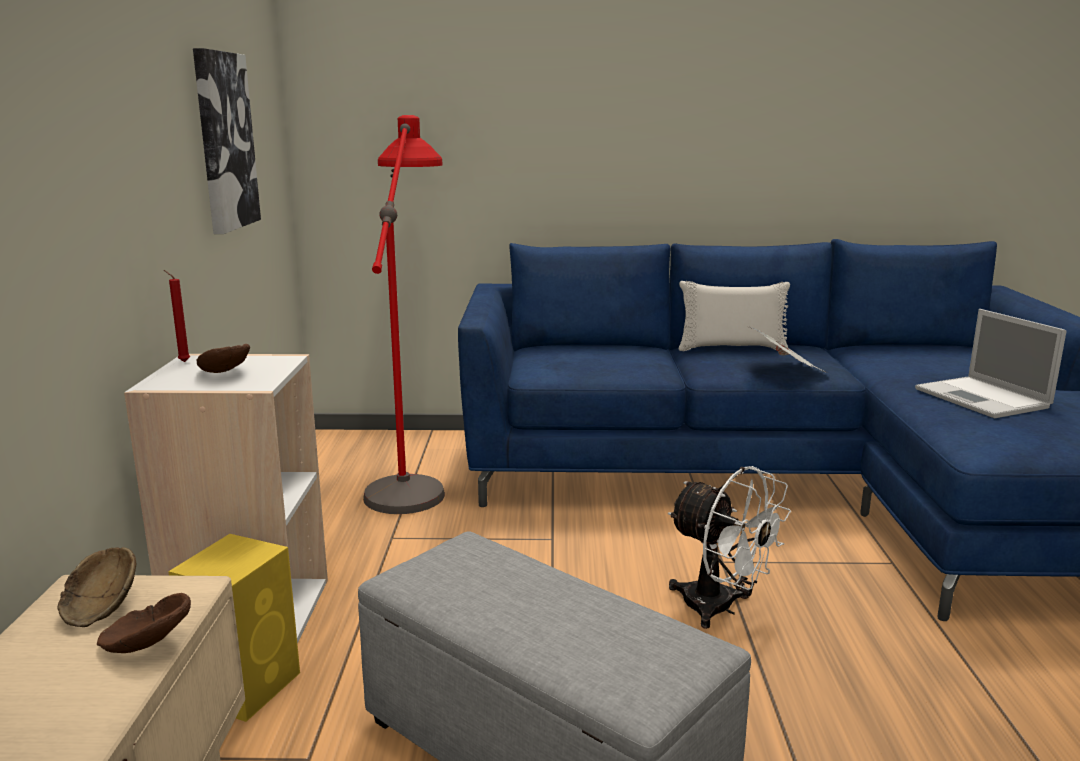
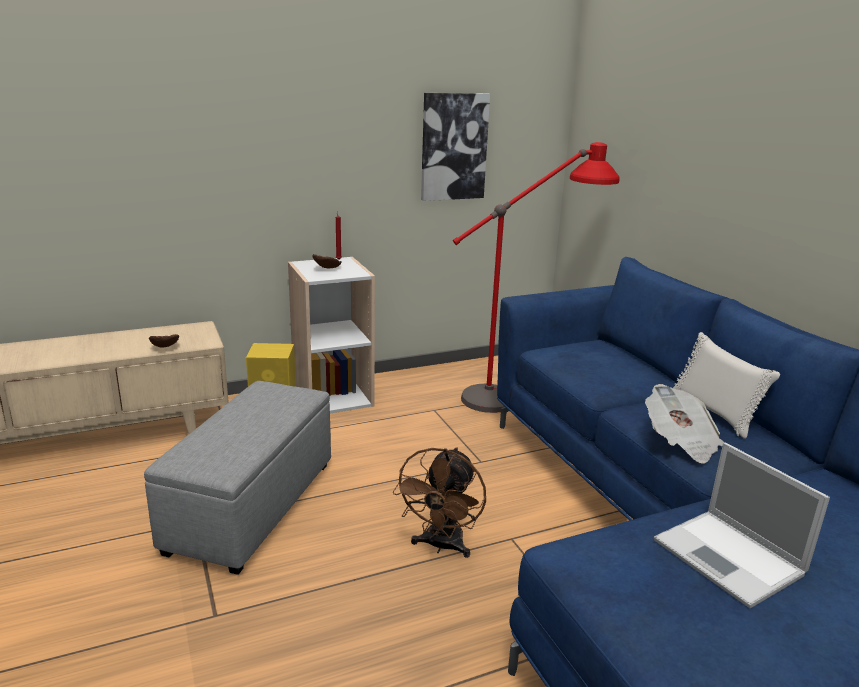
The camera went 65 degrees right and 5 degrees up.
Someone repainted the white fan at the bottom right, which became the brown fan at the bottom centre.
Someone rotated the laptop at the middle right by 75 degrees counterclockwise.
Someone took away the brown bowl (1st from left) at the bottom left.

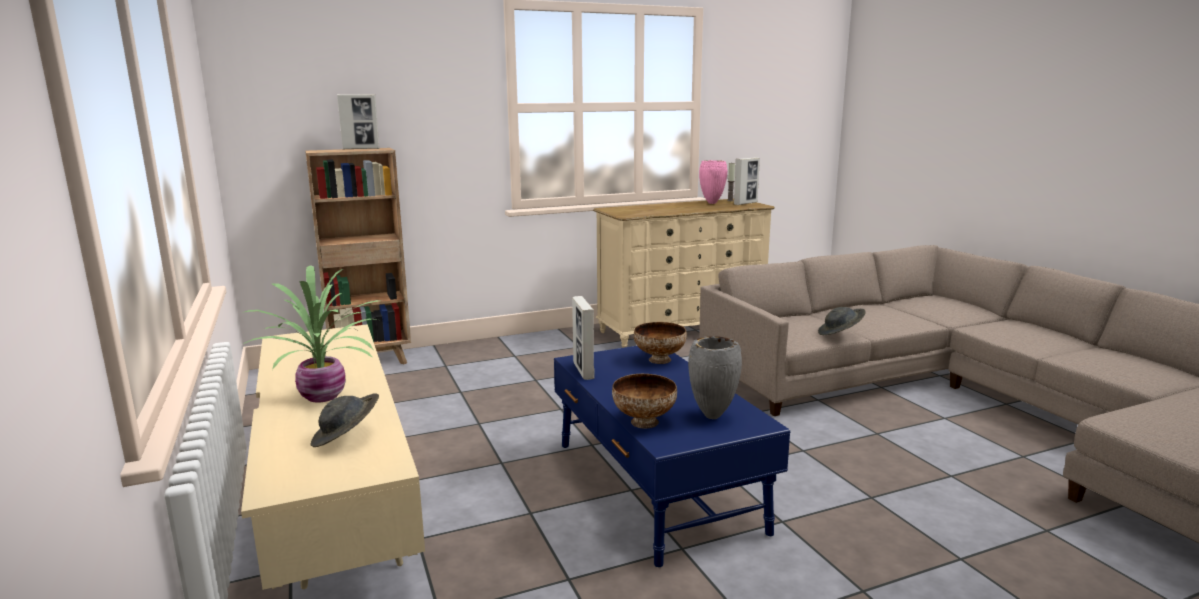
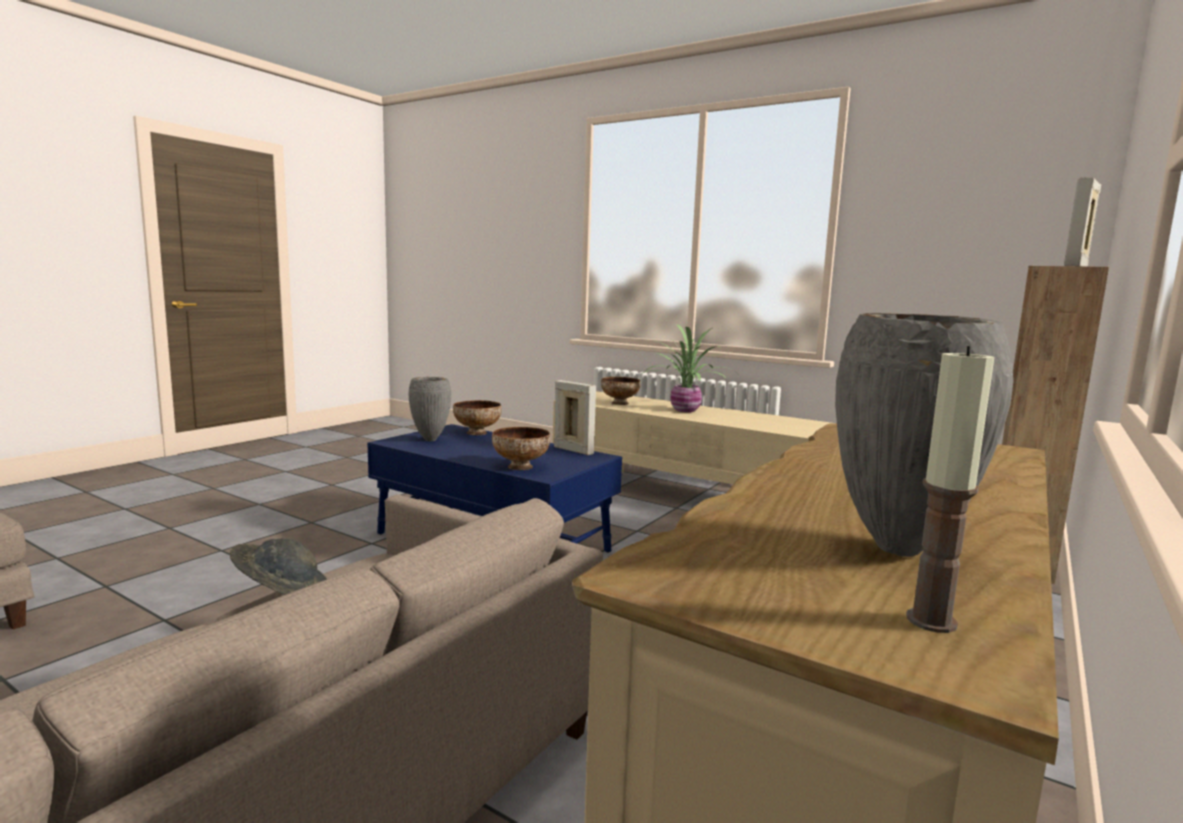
The camera went 145 degrees right and 5 degrees down.
Someone swapped the grey hat (1st from left) at the bottom left for the bowl (3rd from left) at the centre.
Someone repainted the pink vase at the top centre, which became the grey vase (2nd from left) at the middle right.
Someone took away the picture frame (3rd from left) at the top centre.

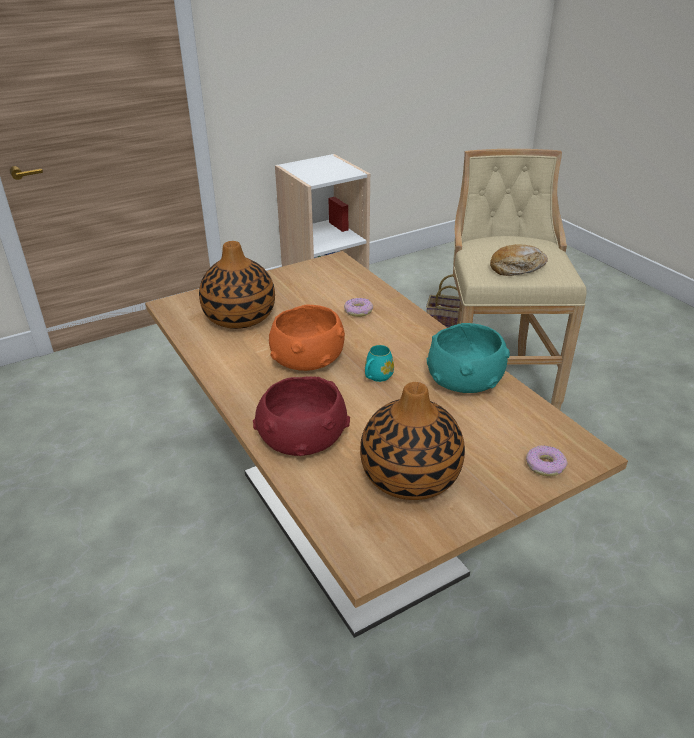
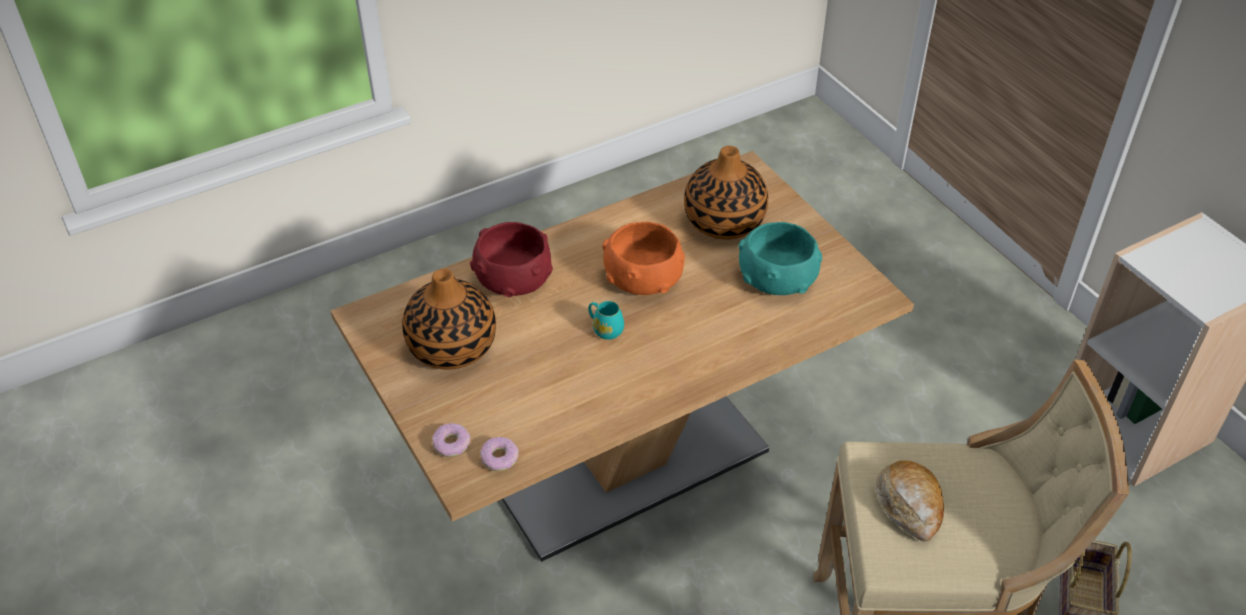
The camera went 90 degrees right and 10 degrees up.
Someone carried the donut (1st from left in the first image) from the centre to the bottom centre.
Someone carried the turquoise bowl from the middle right to the centre.

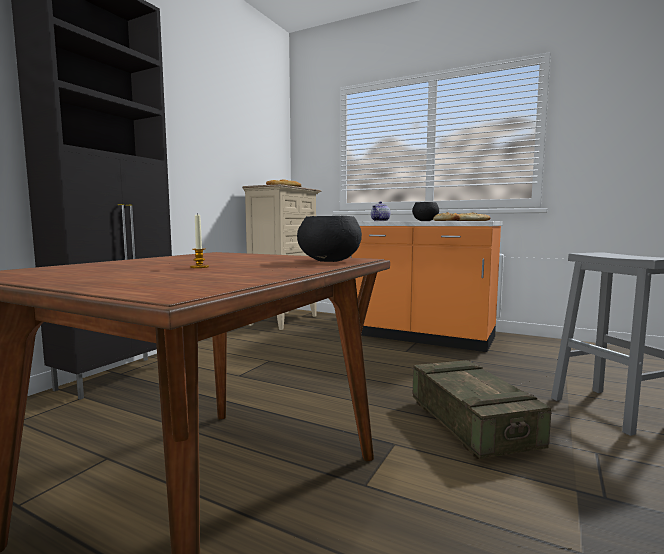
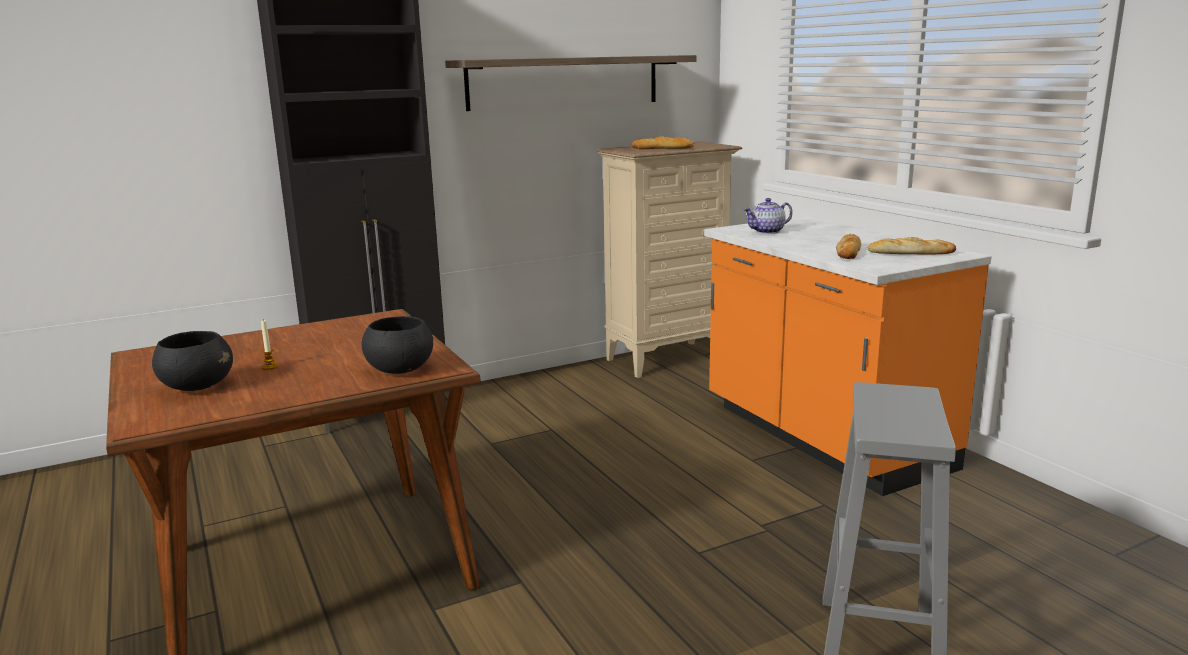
The camera went 35 degrees right and 10 degrees up.
Someone carried the black bowl (2nd from left in the first image) from the centre to the middle left.
Someone put up the shelf at the top centre.
Someone took away the crate at the bottom right.

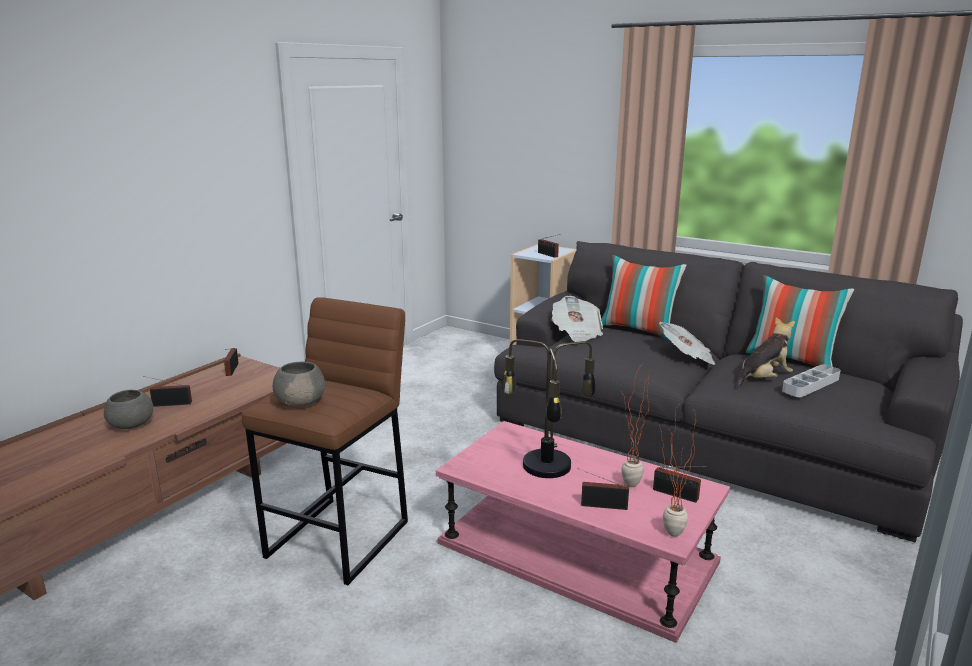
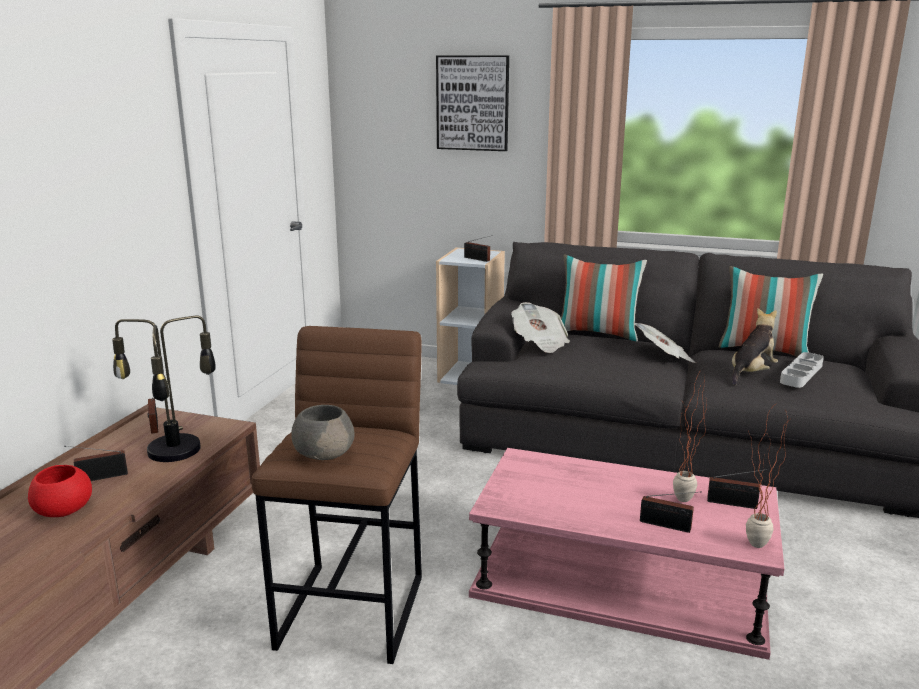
The camera went 15 degrees left and 0 degrees up.
Someone repainted the grey bowl (1st from left) at the middle left, which became the red bowl at the bottom left.
Someone carried the table lamp from the centre to the middle left.
Someone put up the picture at the top centre.
Someone rotated the radio (4th from left) at the bottom centre by 150 degrees counterclockwise.

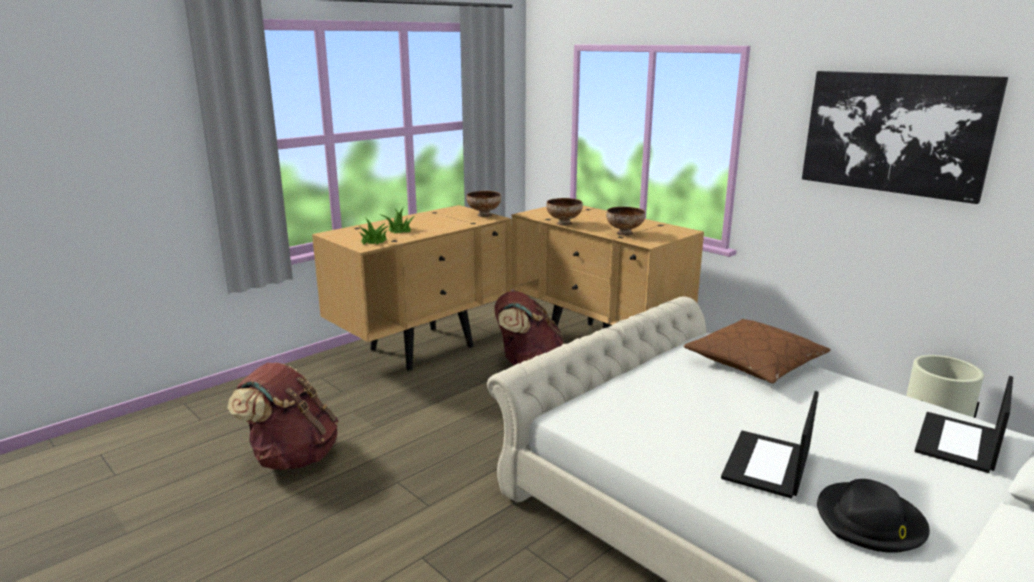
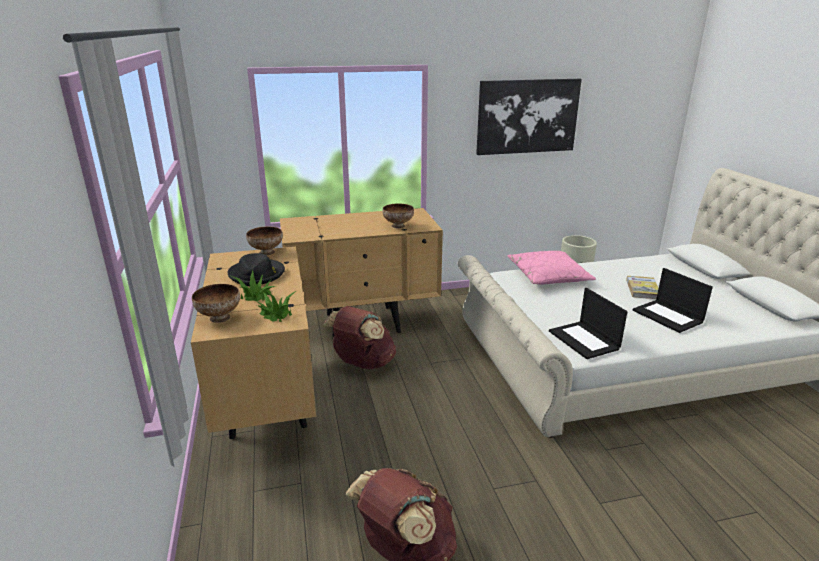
The camera went 60 degrees left and 5 degrees up.
Someone carried the bowl (2nd from left in the first image) from the centre to the middle left.
Someone carried the black hat from the bottom right to the middle left.
Someone repainted the brown pillow at the middle right, which became the pink pillow at the middle right.
Someone carried the laptop (2nd from left in the first image) from the bottom right to the middle right.
Someone put down the book at the middle right.

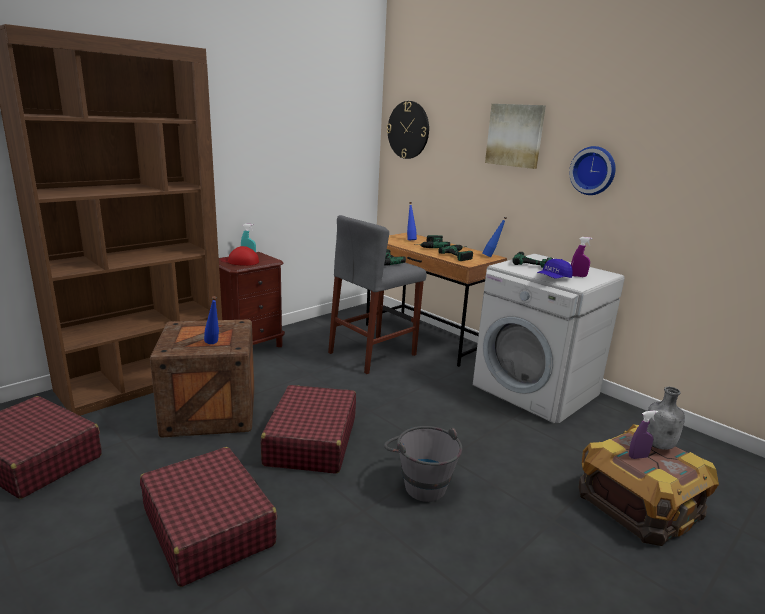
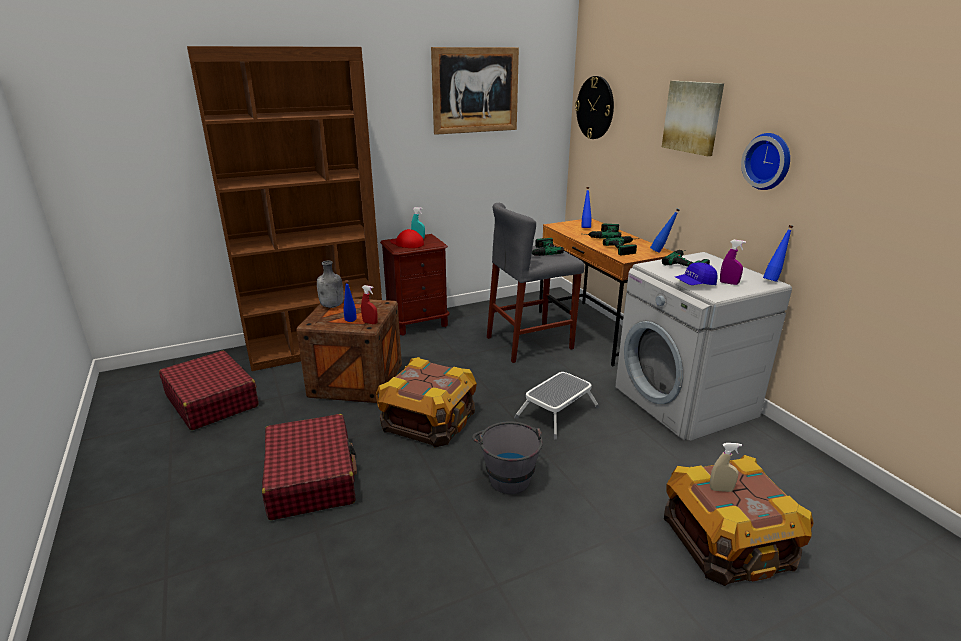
The camera went 20 degrees right and 5 degrees up.
Someone carried the grey bottle from the bottom right to the centre.
Someone put down the red spray bottle at the centre.
Someone swapped the red suitcase (3rd from left) at the bottom centre for the crate (2nd from left) at the centre.
Someone put up the picture (1st from left) at the top centre.
Someone put down the grey step ladder at the centre.
Someone repainted the purple spray bottle (2nd from left) at the bottom right, which became the beige spray bottle at the bottom right.
Someone put down the blue bottle (4th from left) at the middle right.

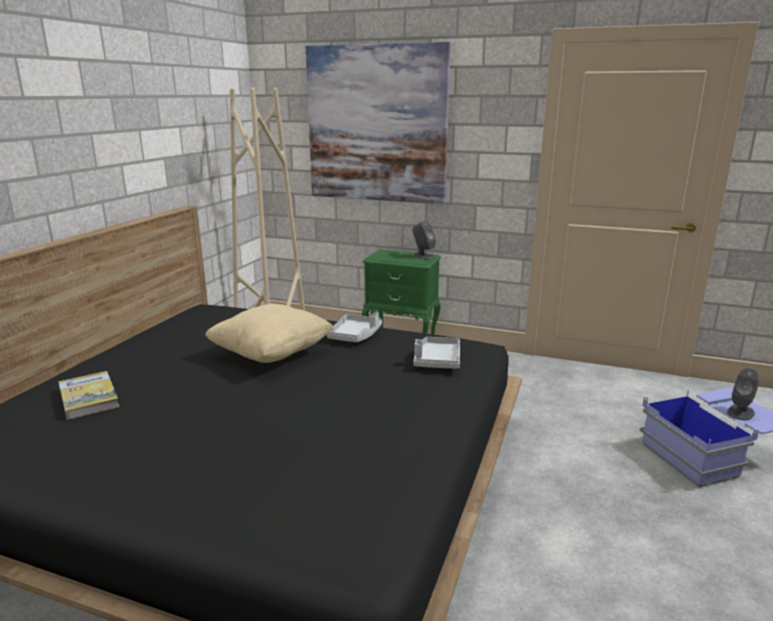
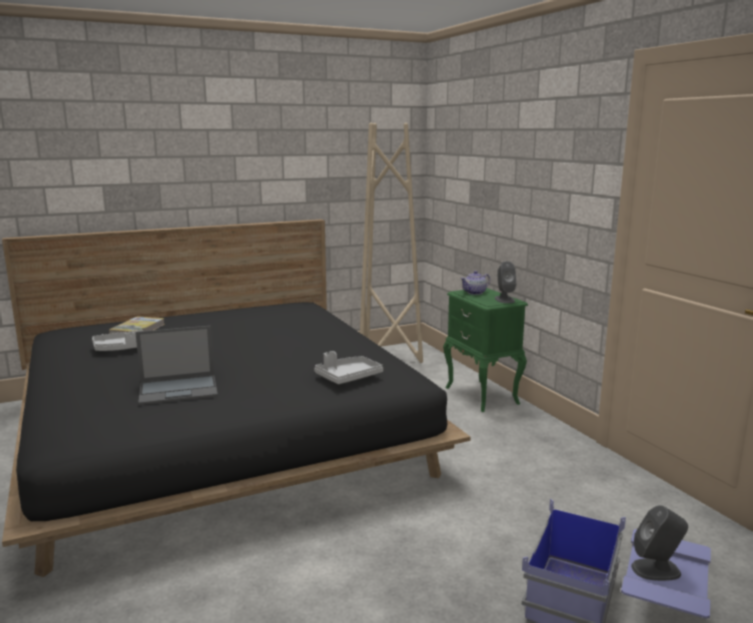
The camera went 45 degrees right and 5 degrees down.
Someone carried the grey tray (1st from left) from the centre to the middle left.
Someone put down the laptop at the middle left.
Someone put down the teapot at the centre.
Someone took away the beige pillow at the centre.
Someone took away the picture at the top centre.

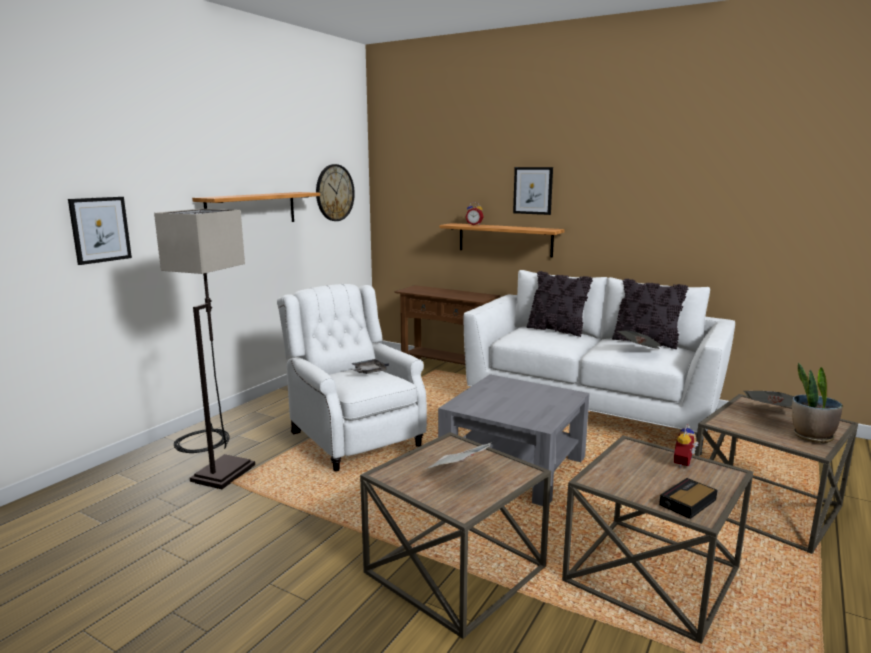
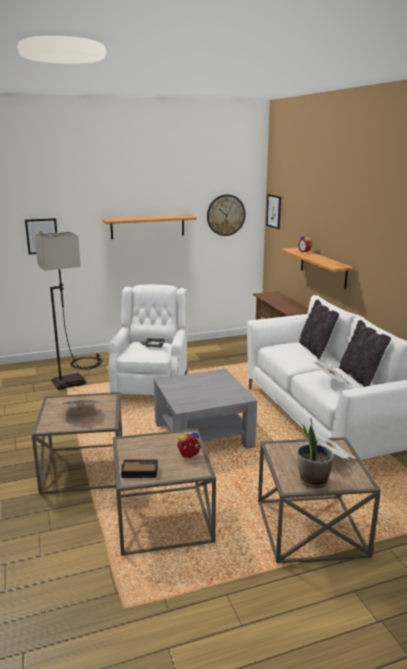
The camera went 40 degrees right and 5 degrees up.
Someone carried the picture (2nd from left) from the top centre to the top right.

